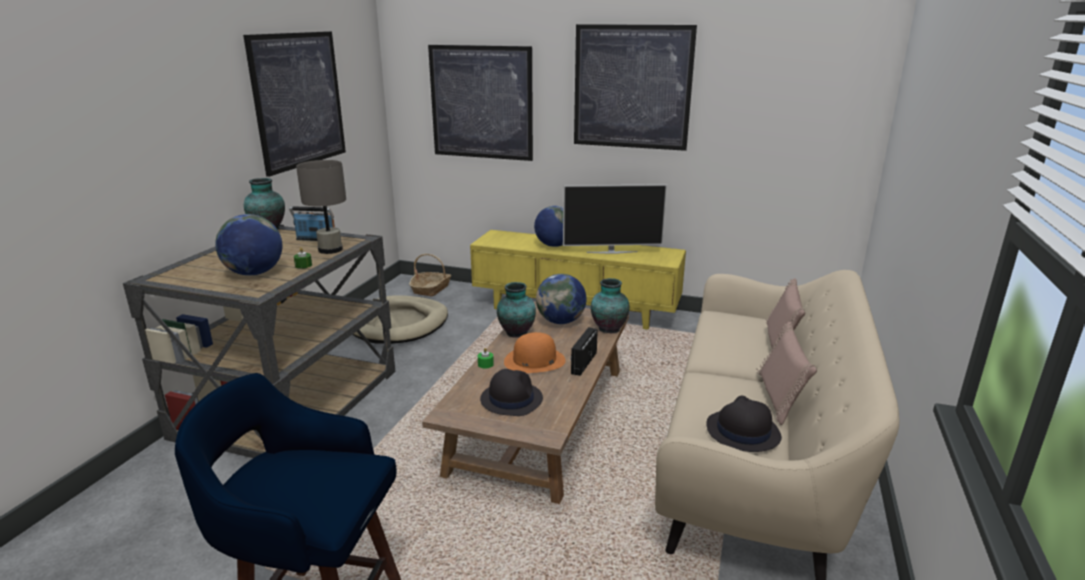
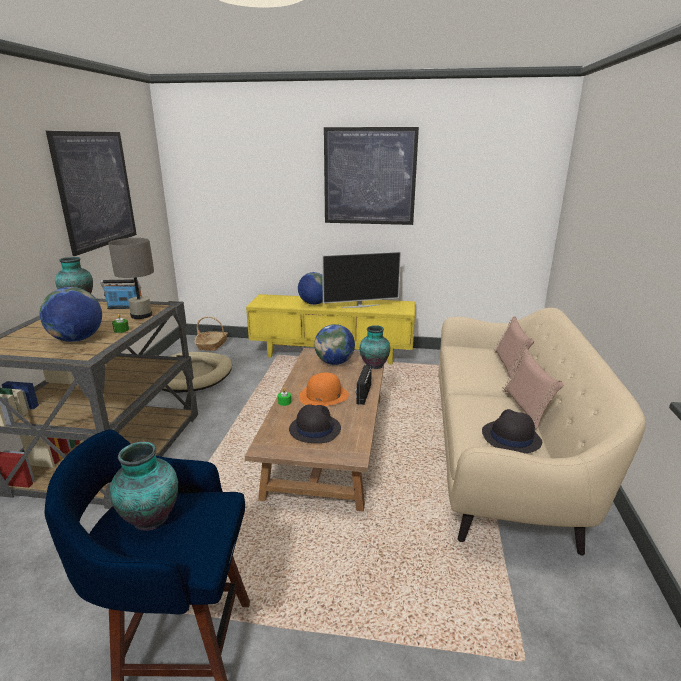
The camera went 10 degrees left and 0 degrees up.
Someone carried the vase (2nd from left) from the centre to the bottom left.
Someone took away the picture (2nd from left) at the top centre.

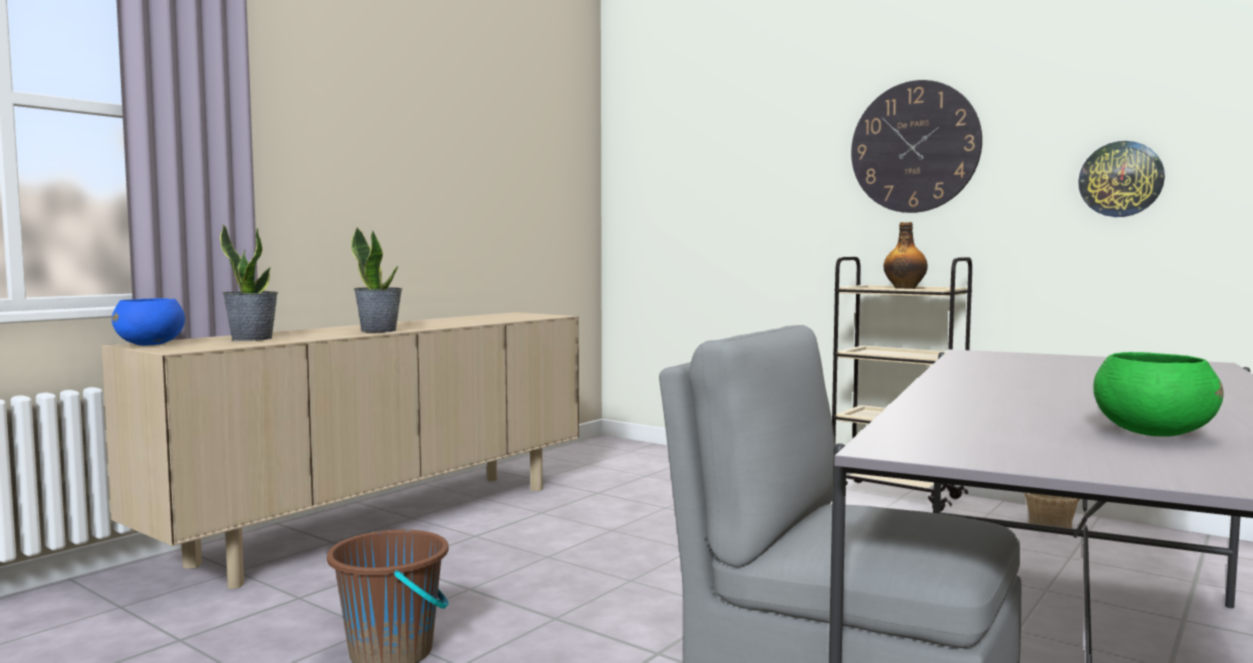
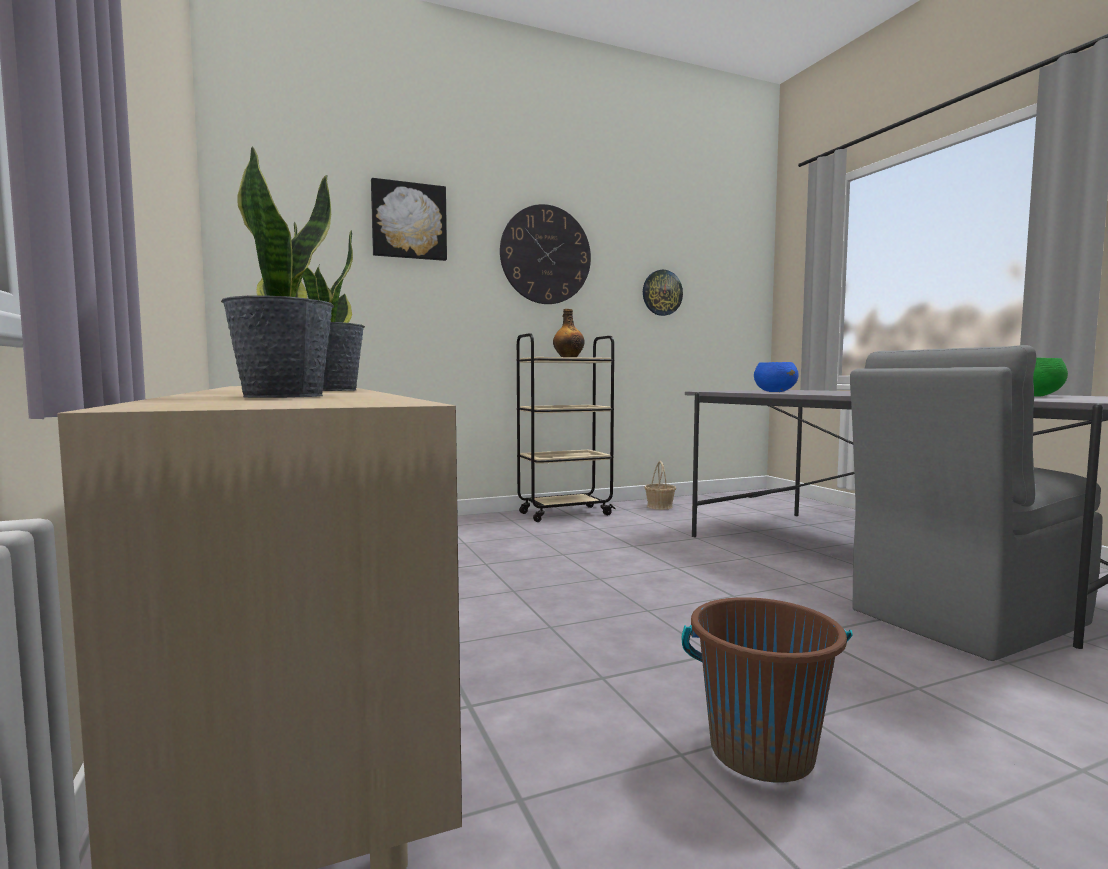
The camera went 60 degrees left and 0 degrees up.
Someone put up the picture at the top centre.
Someone carried the blue bowl from the middle left to the middle right.

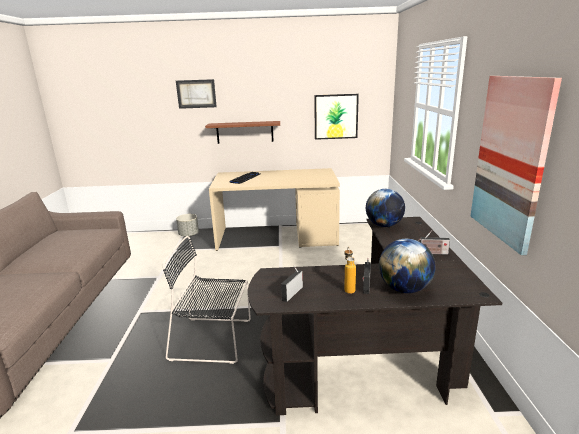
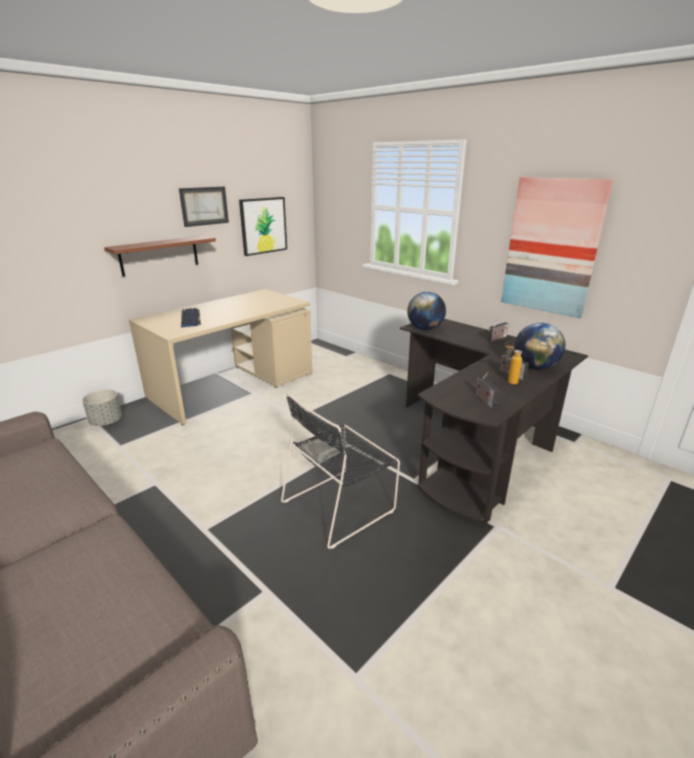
The camera went 45 degrees left and 5 degrees up.
Someone carried the picture (1st from left) from the top centre to the top left.

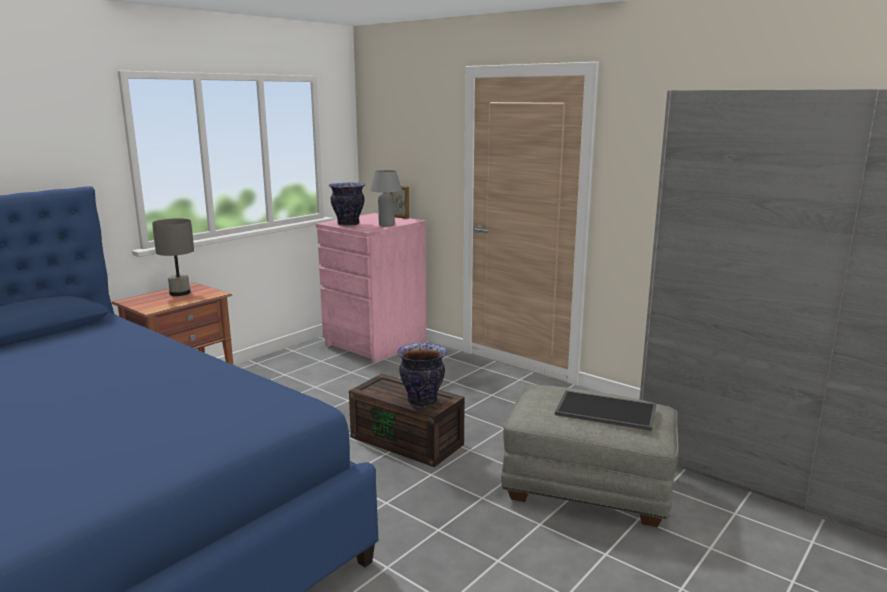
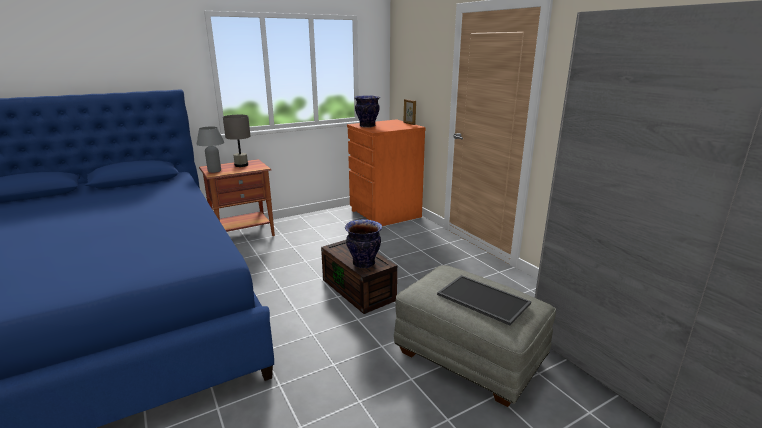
The camera went 20 degrees right and 5 degrees up.
Someone carried the grey table lamp (2nd from left in the first image) from the centre to the middle left.
Someone repainted the pink dresser at the centre, which became the orange dresser at the centre.

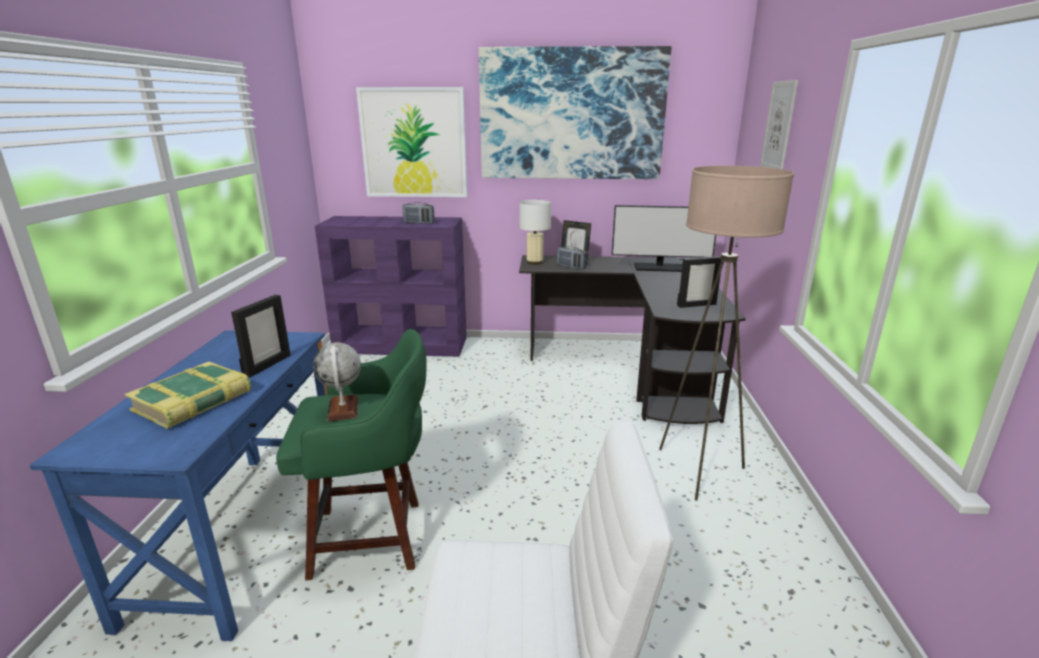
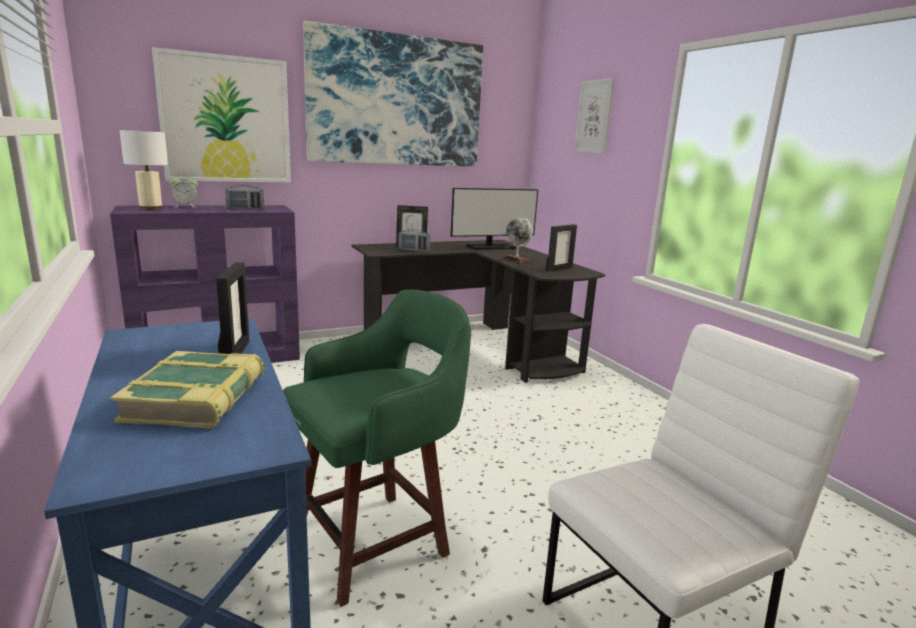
The camera went 30 degrees left and 5 degrees down.
Someone carried the white table lamp from the centre to the top left.
Someone put down the alarm clock at the top left.
Someone carried the globe from the middle left to the centre.
Someone took away the beige floor lamp at the middle right.

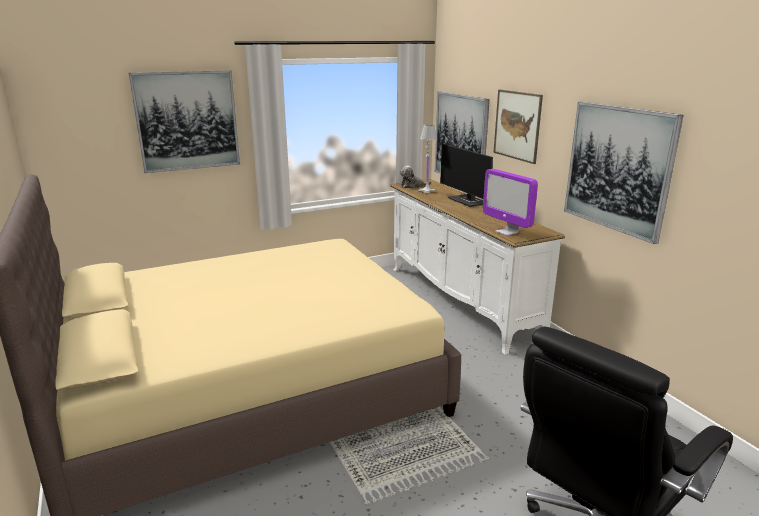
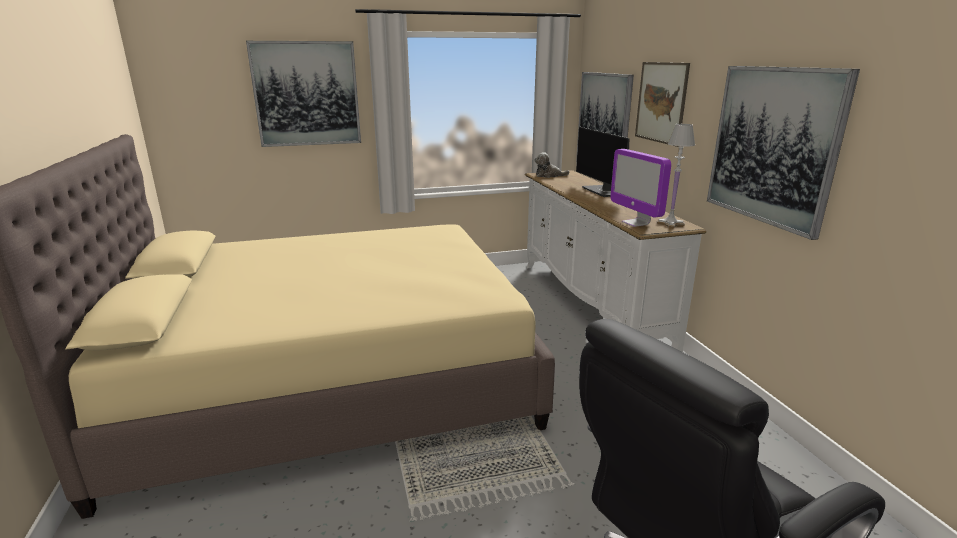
The camera went 10 degrees right and 0 degrees up.
Someone carried the white table lamp from the top centre to the top right.

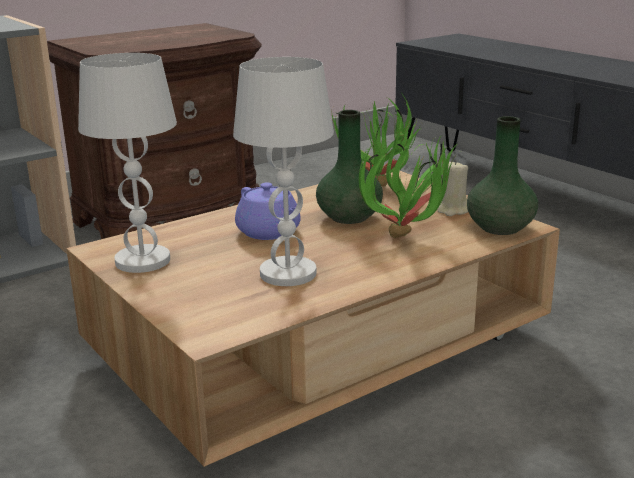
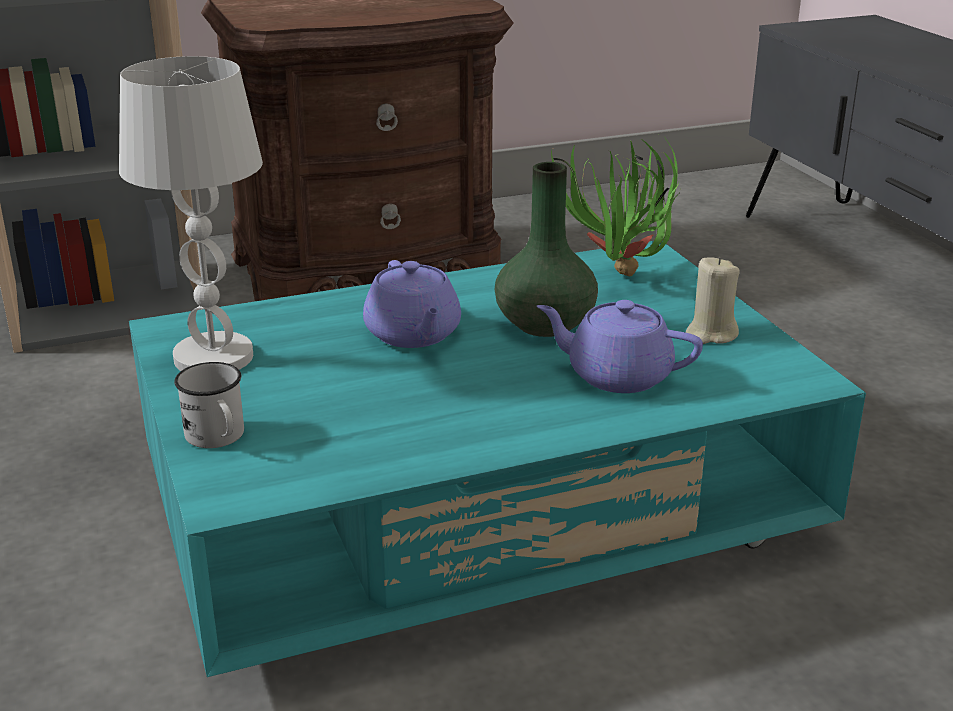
The camera went 15 degrees right and 5 degrees up.
Someone repainted the brown coffee table at the bottom centre, which became the turquoise coffee table at the centre.
Someone put down the white mug at the middle left.
Someone swapped the potted plant (2nd from left) at the centre for the purple teapot (2nd from left) at the centre.
Someone took away the white table lamp (2nd from left) at the centre.
Someone took away the green vase (2nd from left) at the middle right.

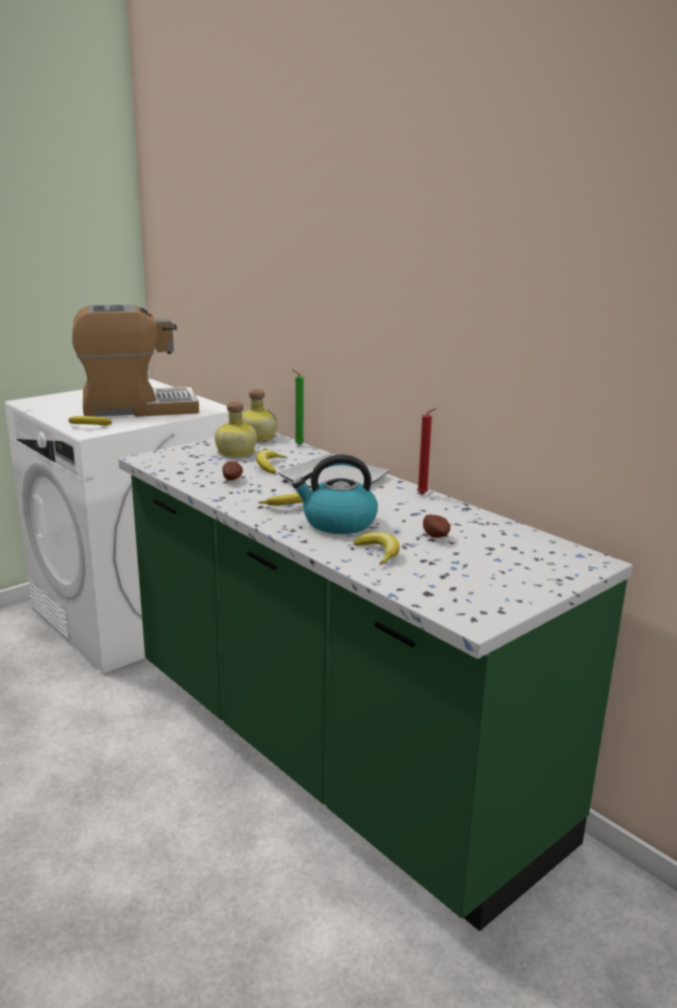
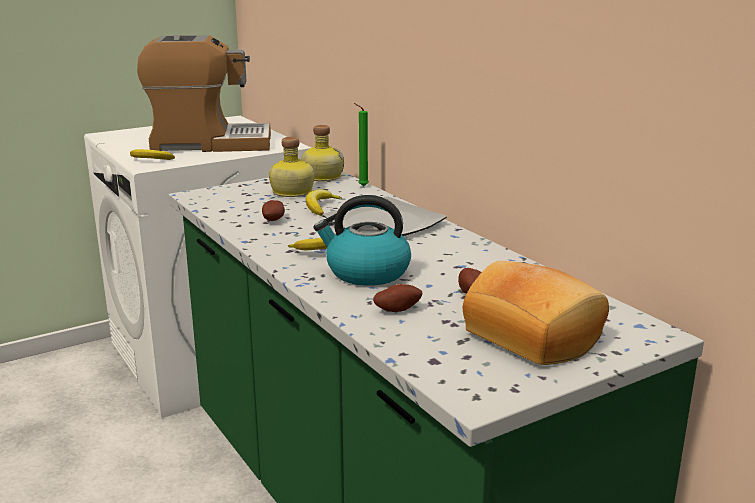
The camera went 10 degrees right and 0 degrees up.
Someone swapped the banana (4th from left) at the centre for the potato (2nd from left) at the centre.
Someone put down the bread at the middle right.
Someone took away the red candle at the centre.

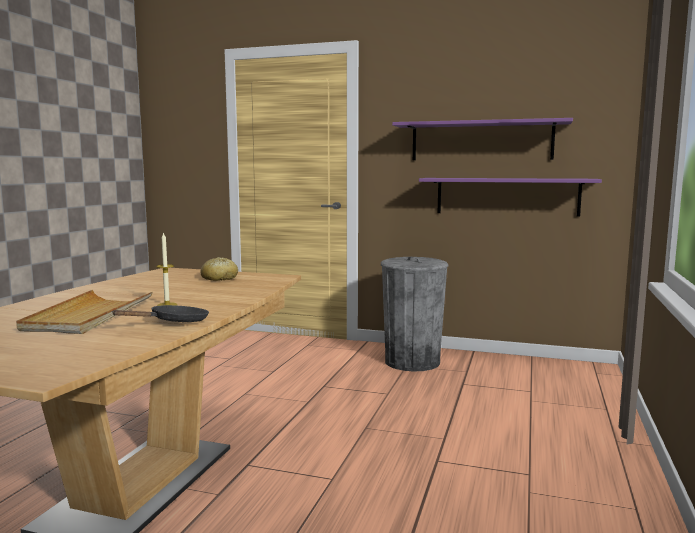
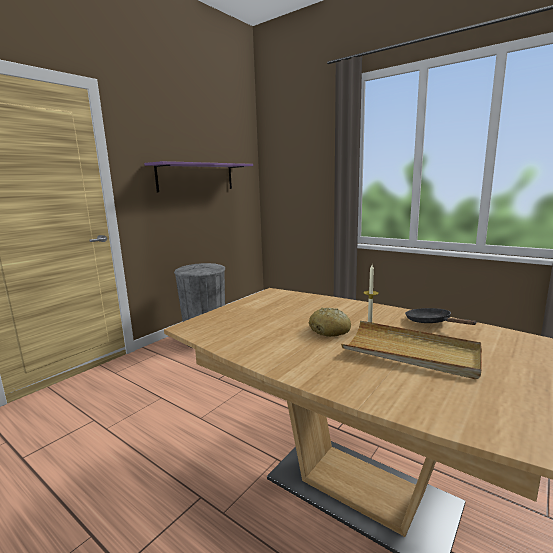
The camera went 70 degrees left and 5 degrees up.
Someone carried the bread from the middle left to the centre.
Someone took away the purple shelf (2nd from left) at the middle right.

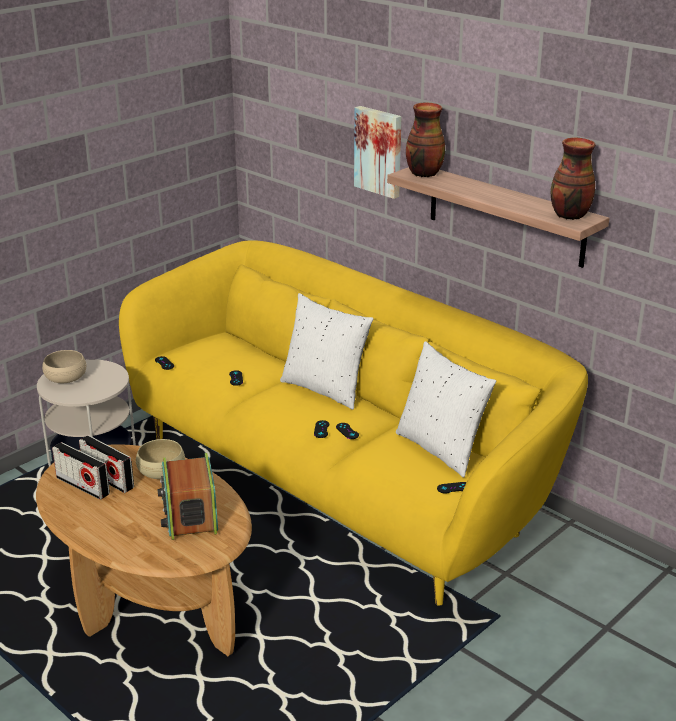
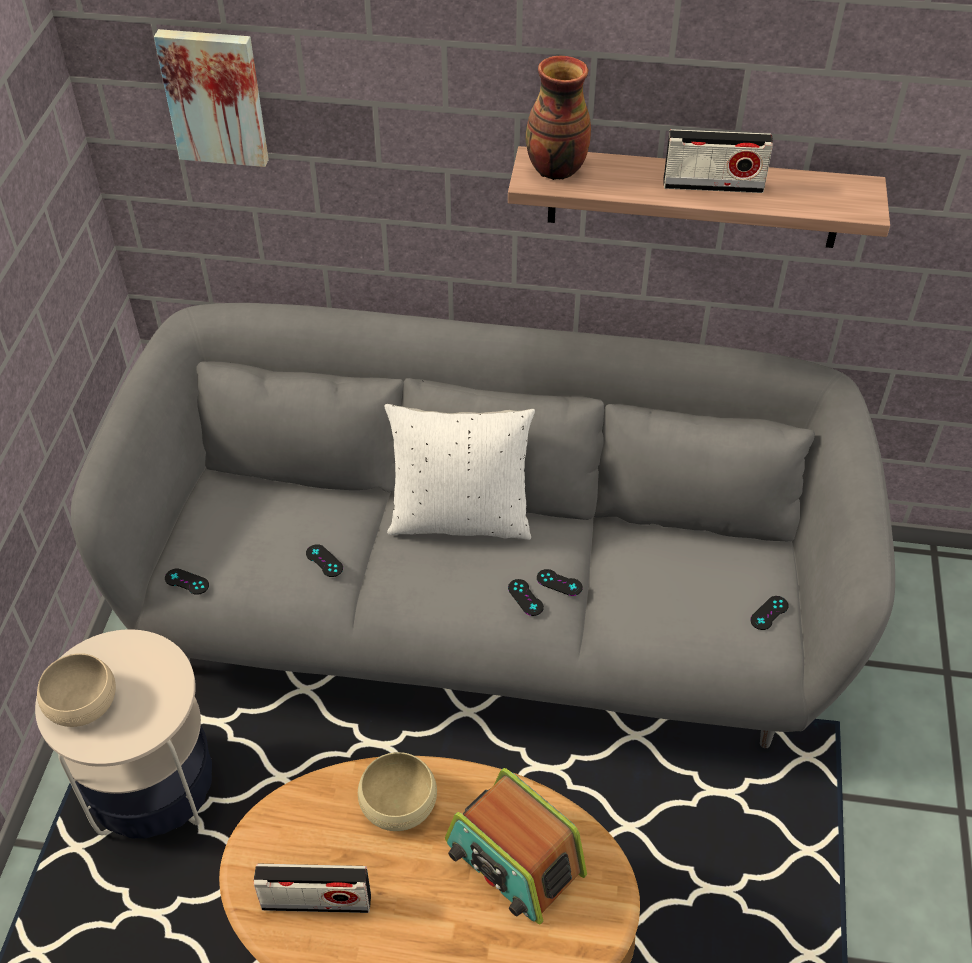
The camera went 35 degrees left and 20 degrees up.
Someone repainted the yellow sofa at the centre, which became the grey sofa at the centre.
Someone carried the picture from the top centre to the top left.
Someone carried the radio (2nd from left in the first image) from the middle left to the top right.
Someone took away the white pillow (2nd from left) at the centre.
Someone took away the vase (2nd from left) at the top right.

